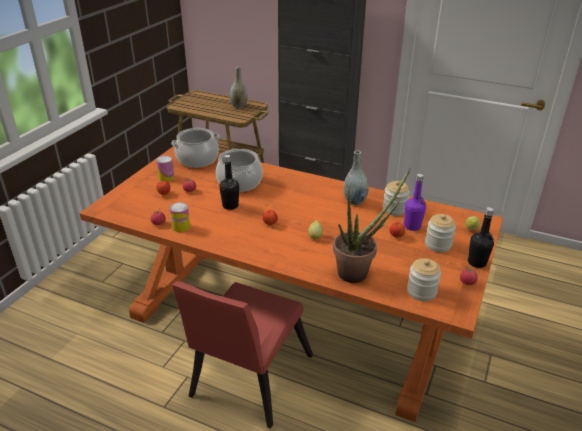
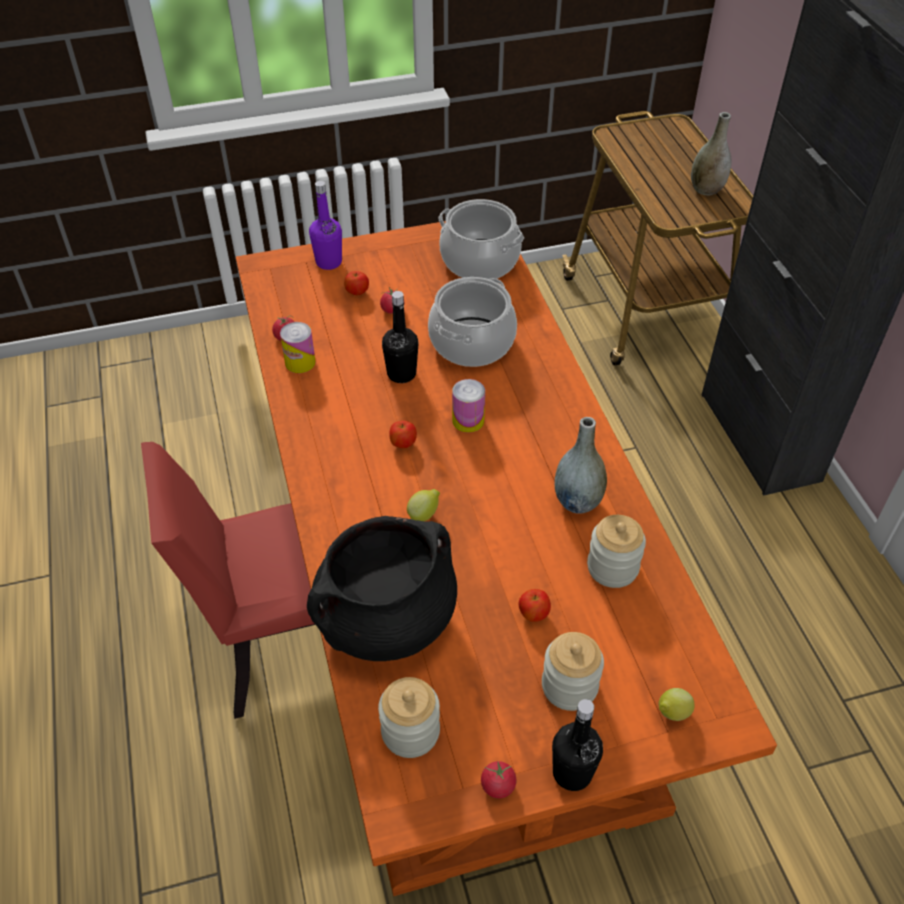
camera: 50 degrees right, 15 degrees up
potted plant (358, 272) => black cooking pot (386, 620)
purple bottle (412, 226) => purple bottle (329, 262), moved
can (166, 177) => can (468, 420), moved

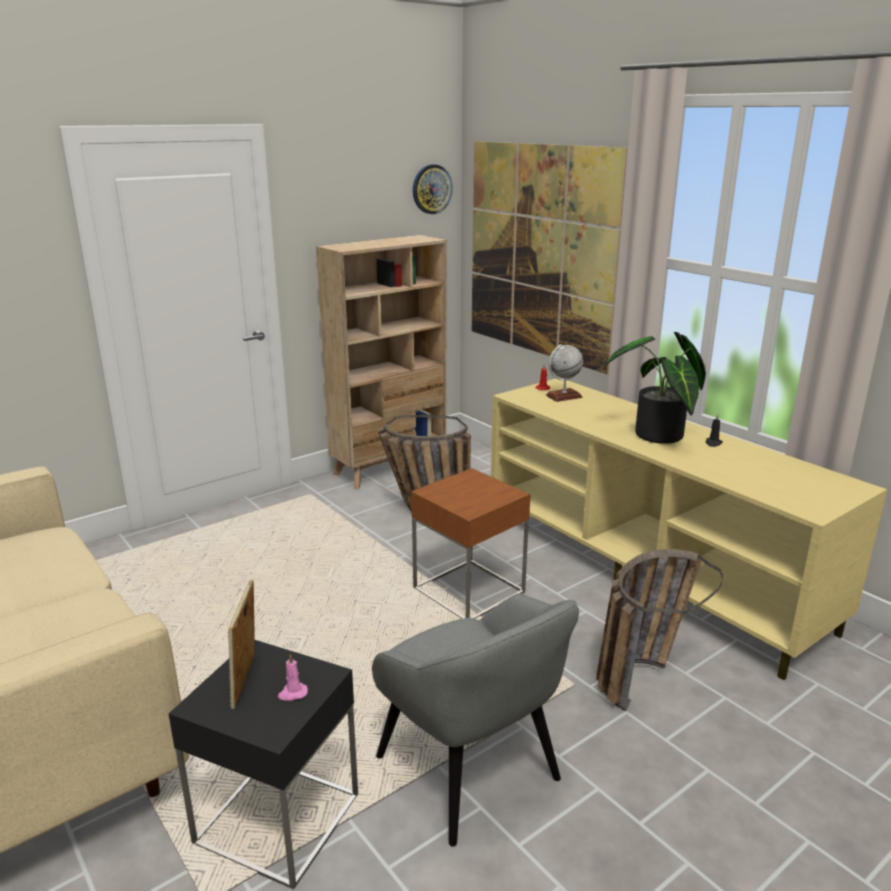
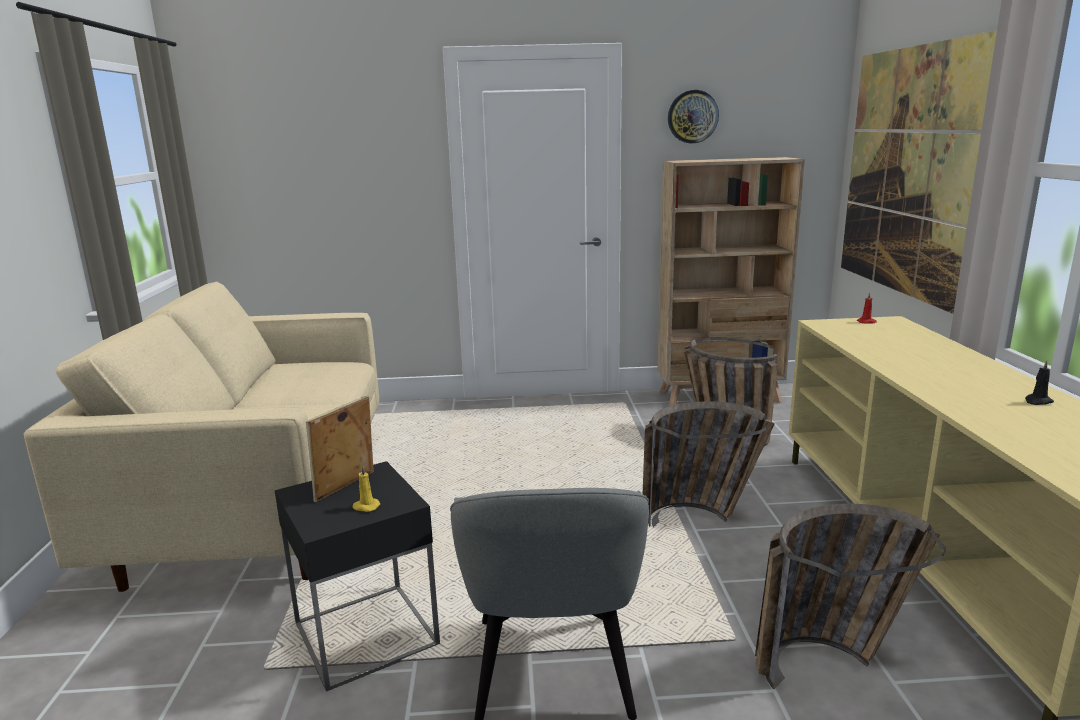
camera: 35 degrees right, 5 degrees down
pink candle (292, 693) => yellow candle (365, 507)
brown side table (469, 590) => basket (701, 517)
wall clock (431, 189) => wall clock (692, 116), moved
globe (563, 396) => nothing
potted plant (657, 437) => nothing

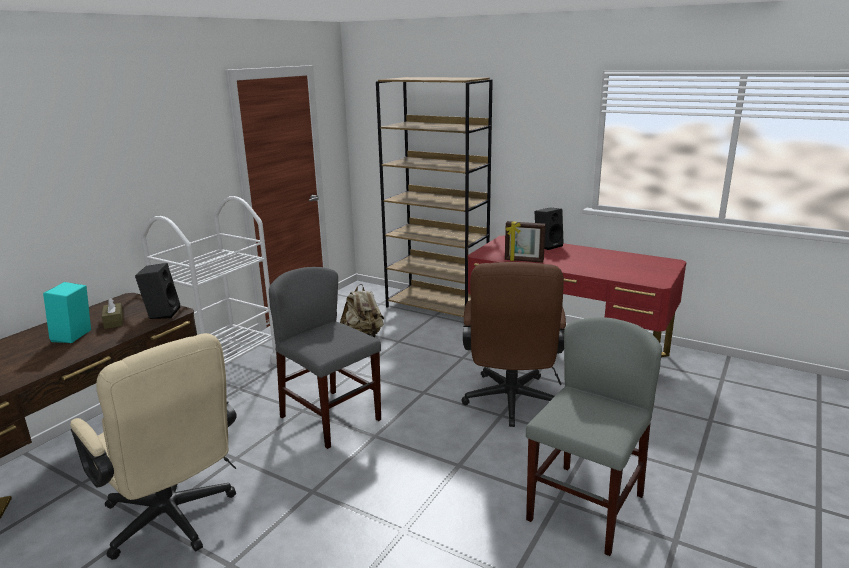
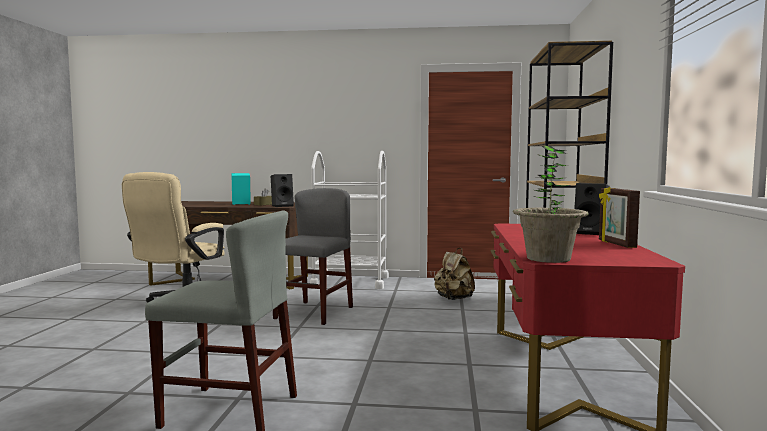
camera: 65 degrees right, 15 degrees down
nothing => potted plant (548, 259)
picture frame (523, 261) => picture frame (616, 244), moved
brown office chair (510, 404) => nothing

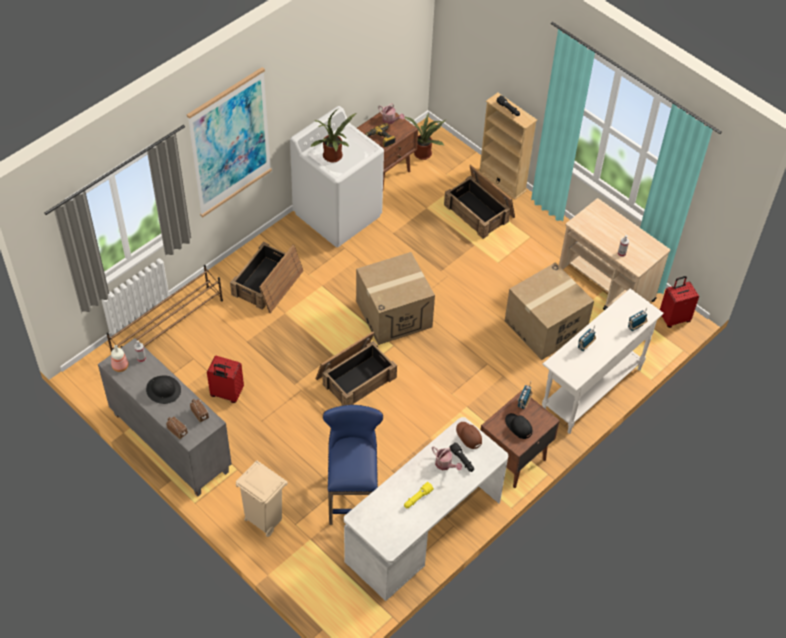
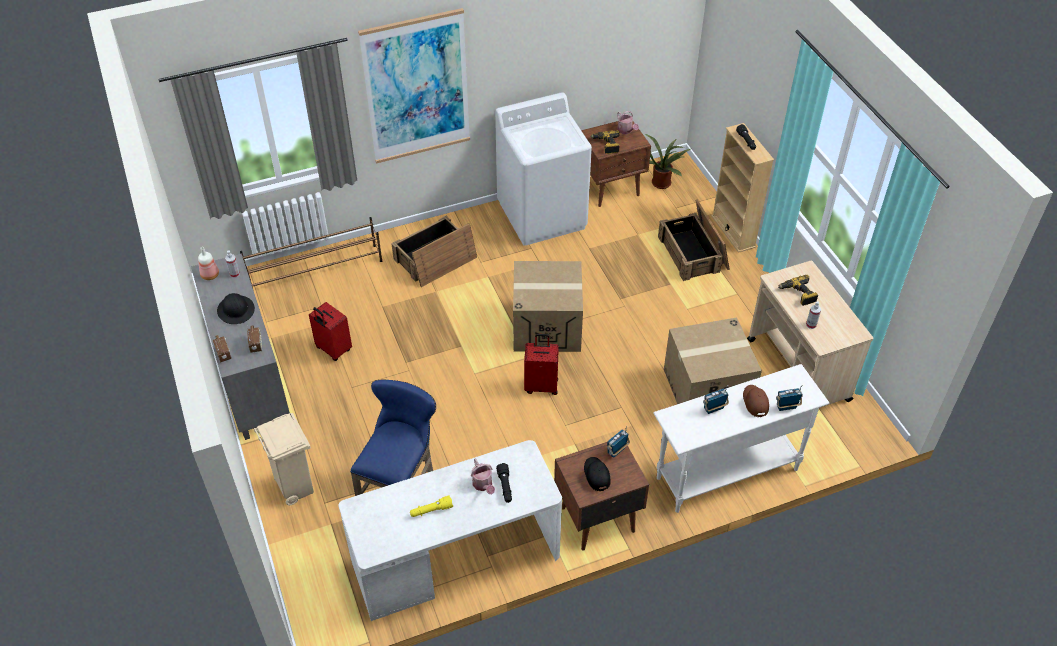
camera: 25 degrees right, 5 degrees down
red suitcase (674, 318) => red suitcase (541, 385), moved
brown cap (468, 436) => brown cap (755, 402), moved
nothing => power drill (798, 294)
potted plant (333, 157) => nothing
crate (356, 377) => nothing

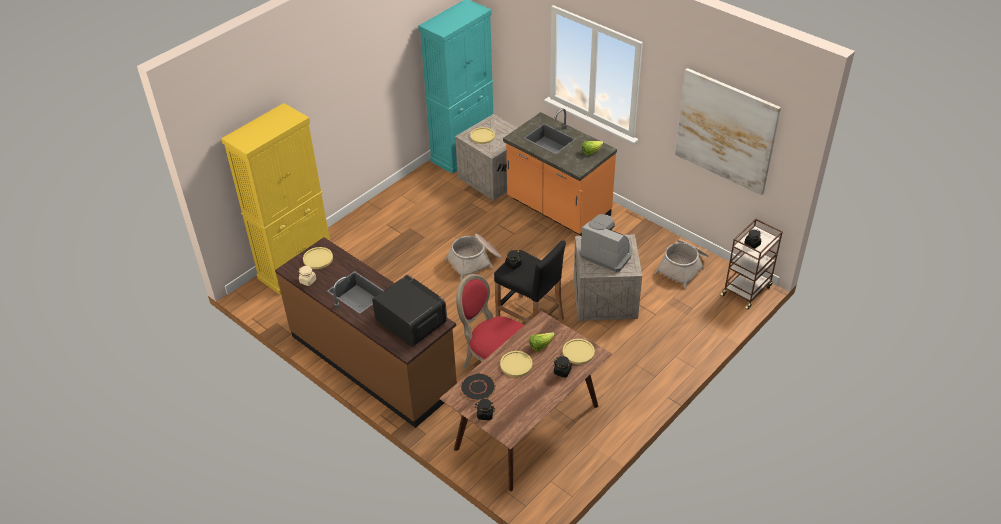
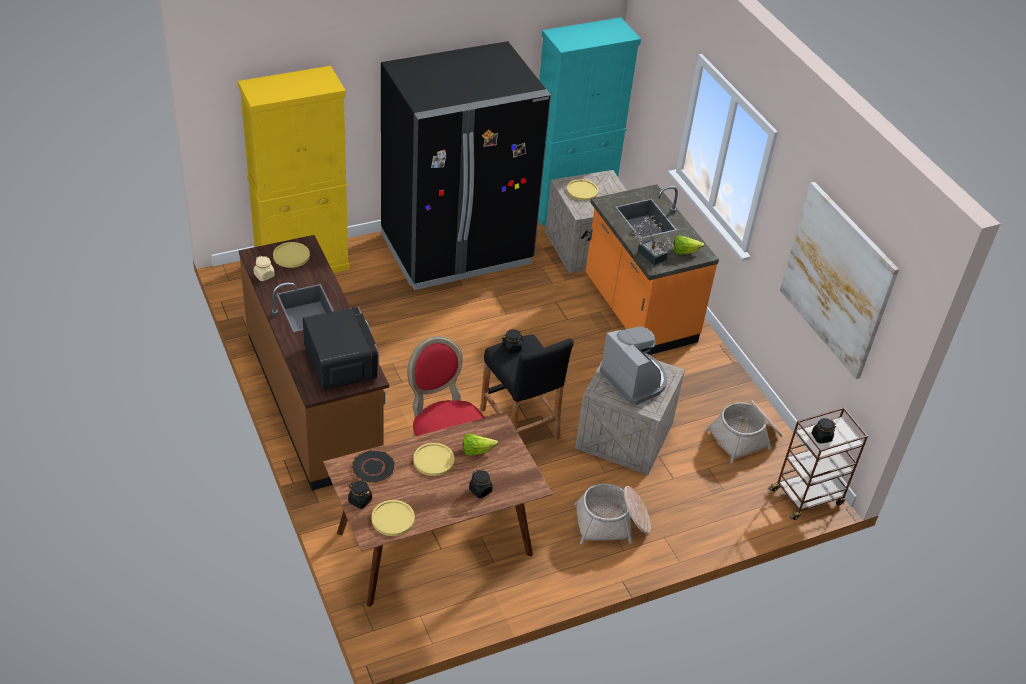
camera: 20 degrees right, 0 degrees up
yellow plate (578, 352) => yellow plate (393, 518), moved
nothing => black fridge (457, 250)
basket (474, 261) => basket (612, 523), moved
nothing => potted plant (650, 253)

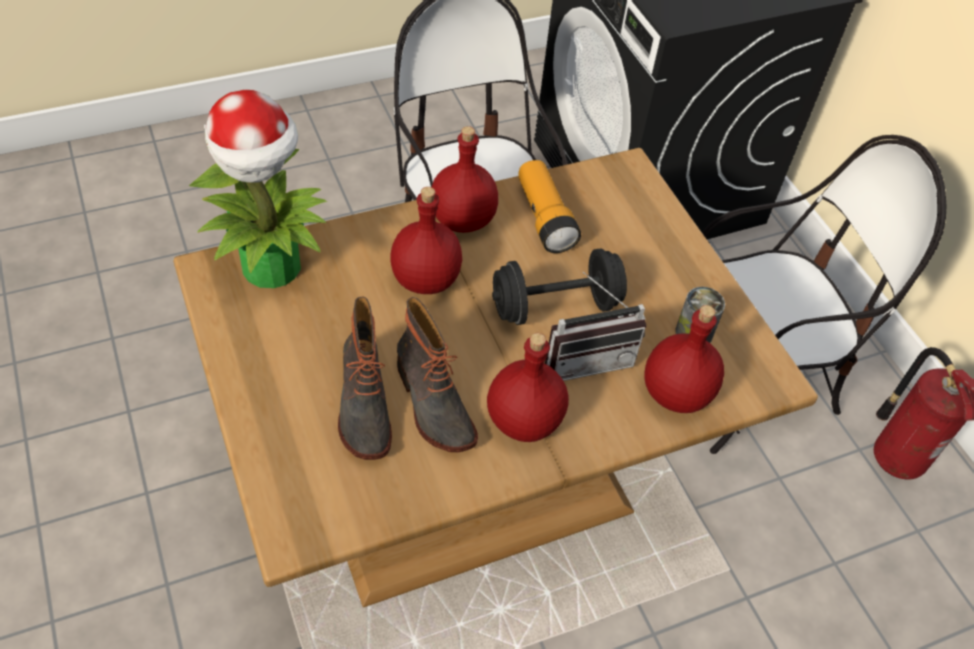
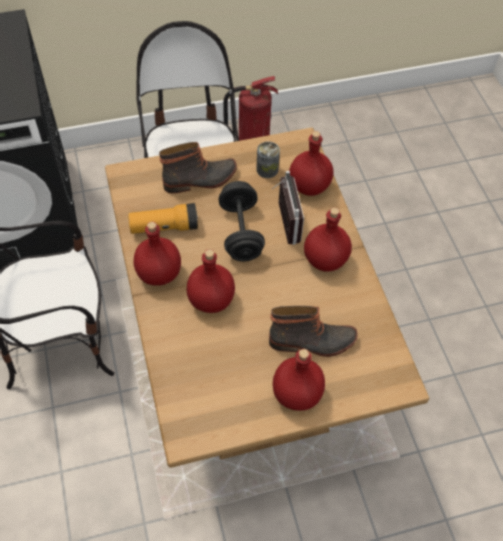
camera: 80 degrees left, 5 degrees up
boot (432, 404) => boot (200, 180), moved
nothing => red bottle (296, 394)
potted plant (273, 267) => nothing

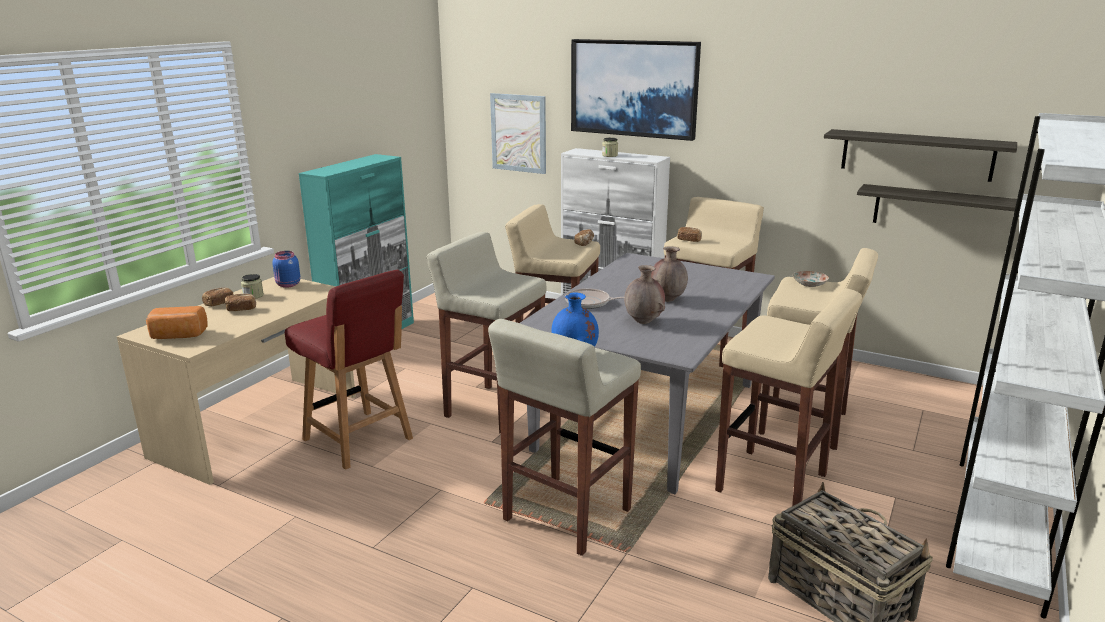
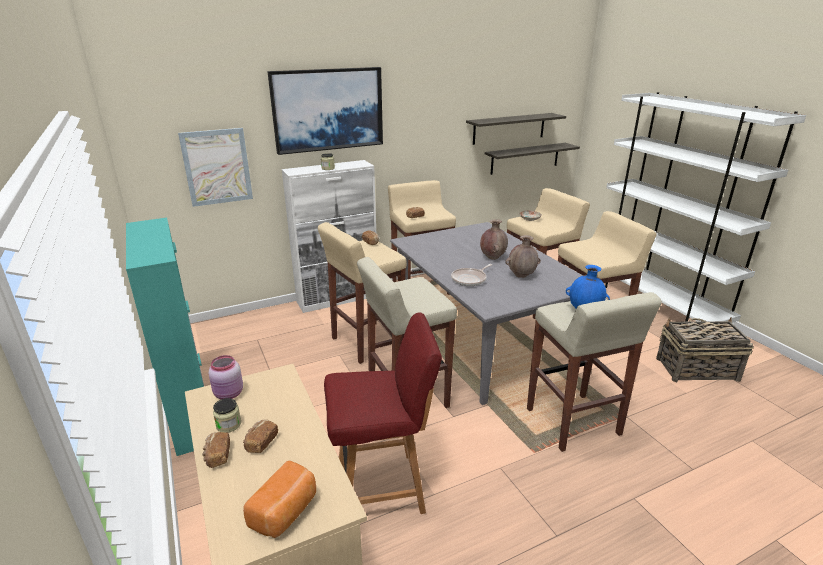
camera: 55 degrees left, 5 degrees up
blue jar (288, 285) => pink jar (229, 394)

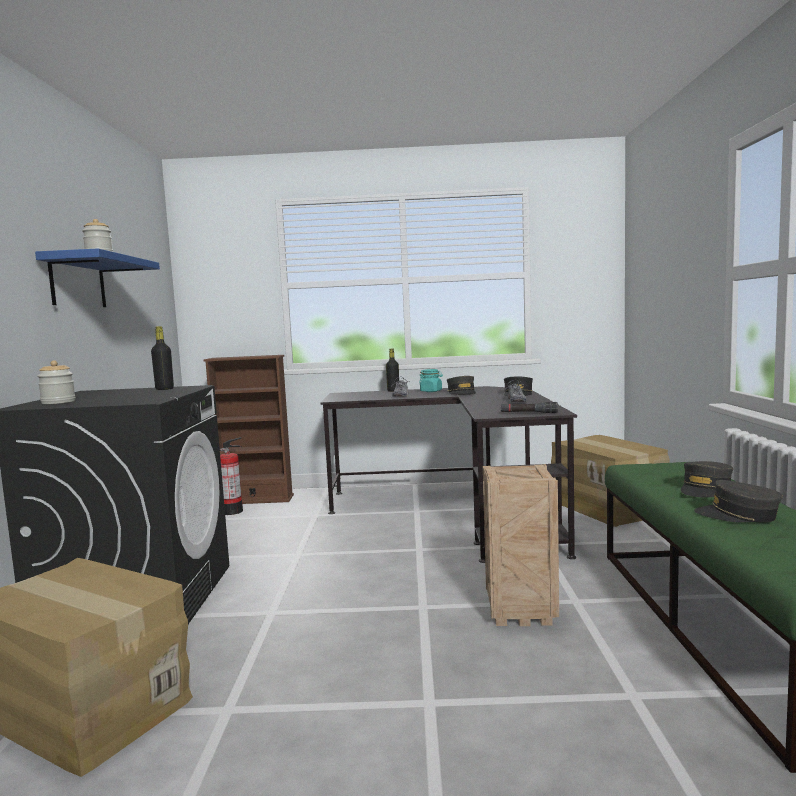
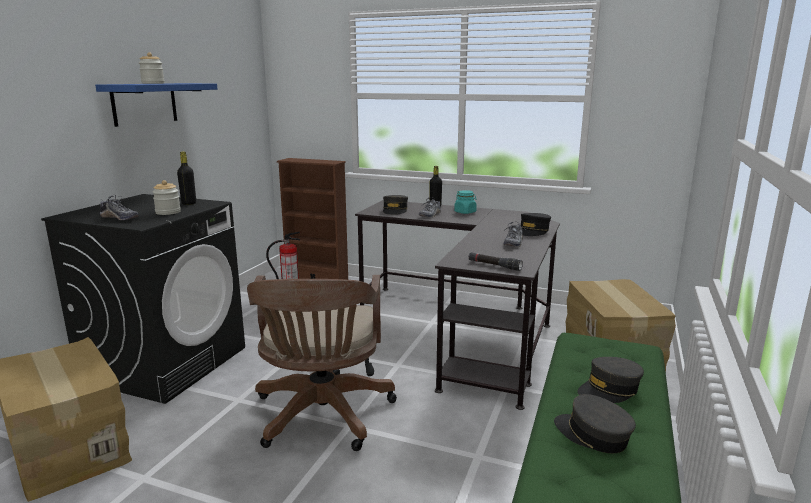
camera: 20 degrees right, 10 degrees up
nothing => shoe (120, 218)
jar (58, 402) => jar (168, 212), moved
nothing => brown office chair (322, 417)
grey cap (462, 393) => grey cap (395, 210), moved
crate (522, 611) => nothing

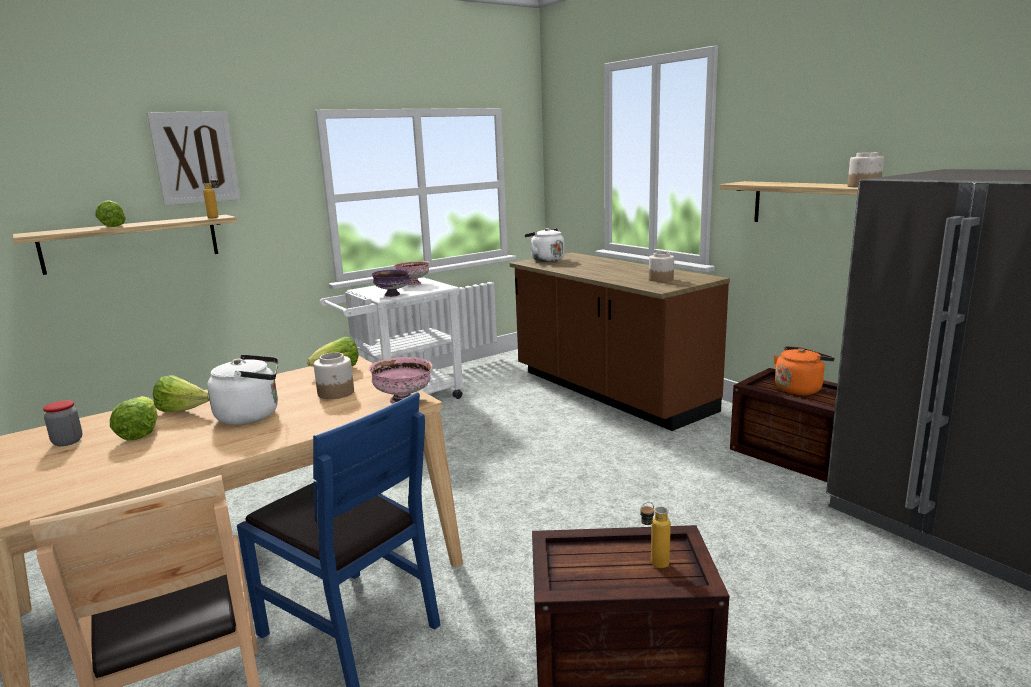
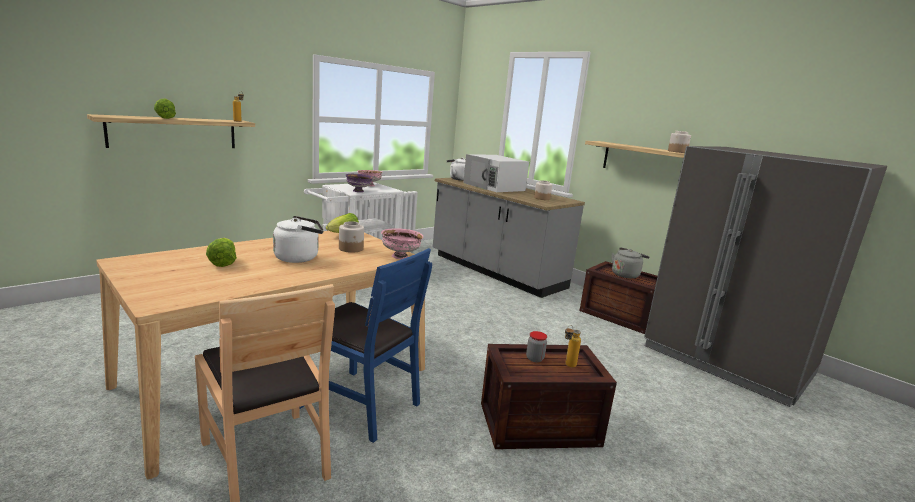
camera: 10 degrees left, 0 degrees up
brown counter (609, 392) => grey counter (495, 271)
nothing => white microwave (494, 187)
jar (67, 442) => jar (534, 358), moved
orange kettle (799, 389) => grey kettle (626, 274)
picture (195, 158) => nothing
lettuce (183, 411) => nothing

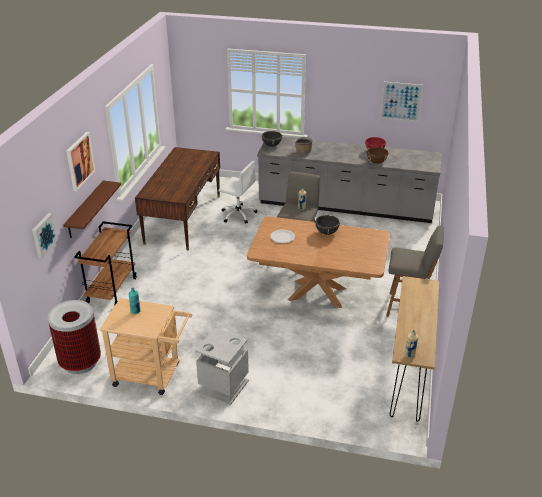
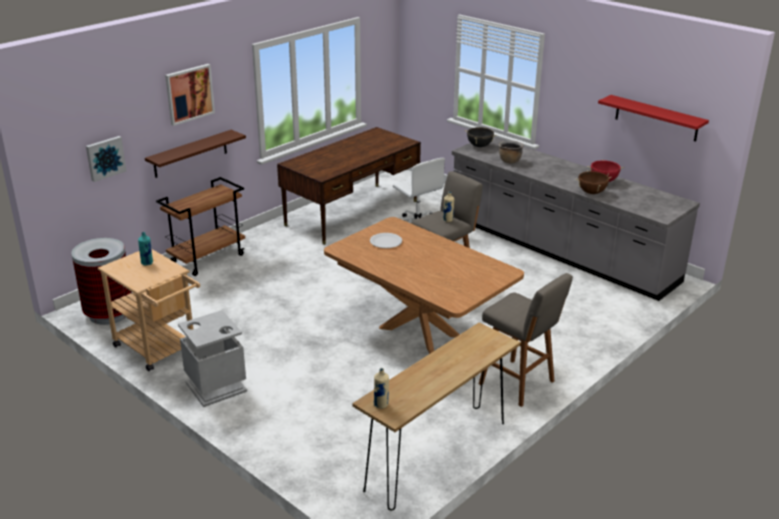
camera: 30 degrees right, 5 degrees down
picture (401, 101) => red shelf (656, 118)
black cooking pot (326, 232) => nothing

